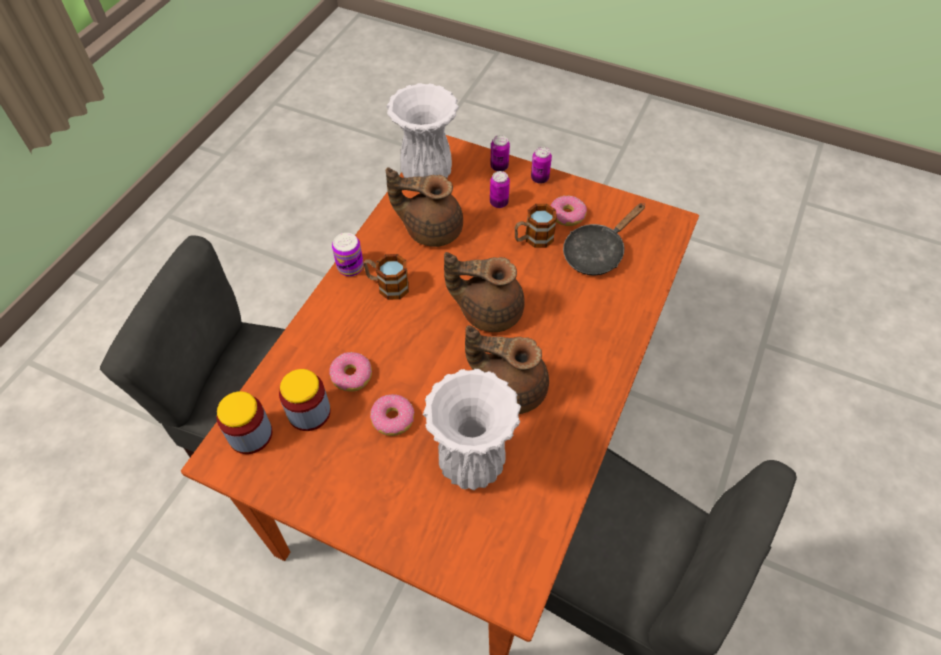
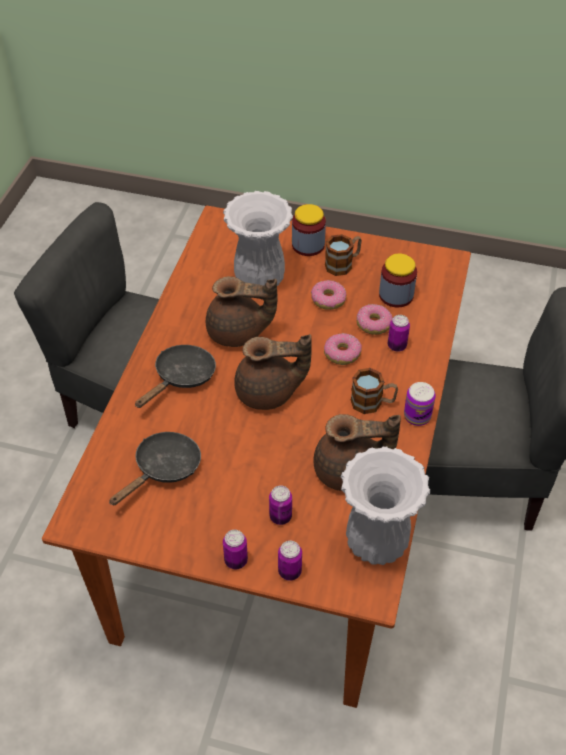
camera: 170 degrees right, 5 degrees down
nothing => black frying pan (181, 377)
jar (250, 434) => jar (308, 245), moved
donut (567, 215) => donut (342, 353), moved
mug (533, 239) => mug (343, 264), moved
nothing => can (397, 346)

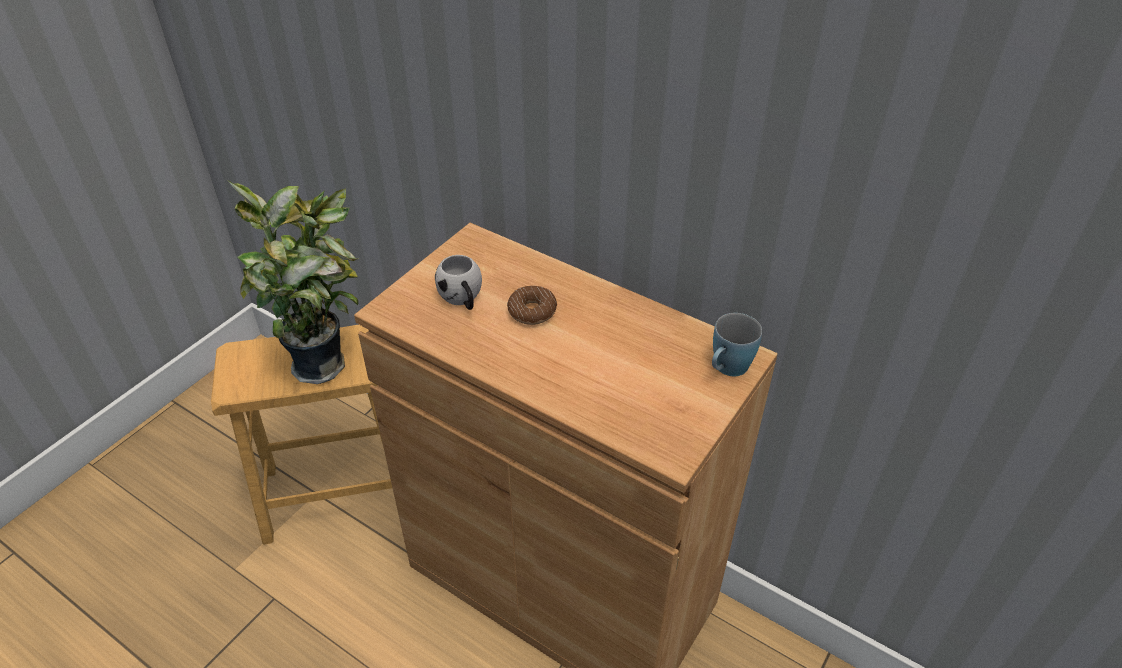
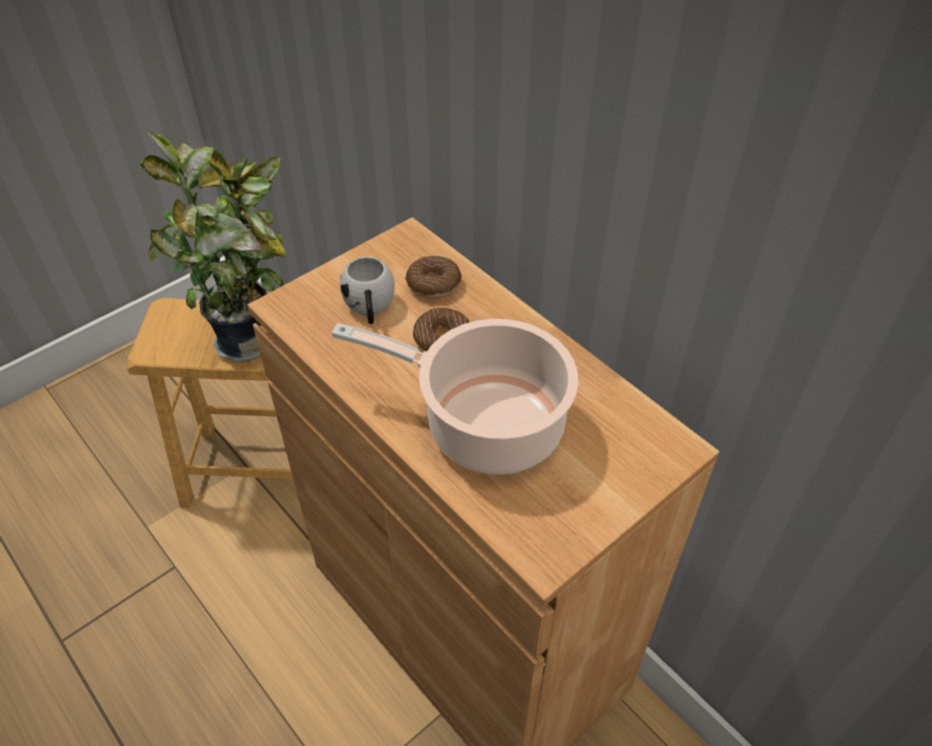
camera: 15 degrees right, 5 degrees up
nothing => cooking pot (485, 424)
nothing => donut (433, 284)
blue mug (727, 369) => nothing

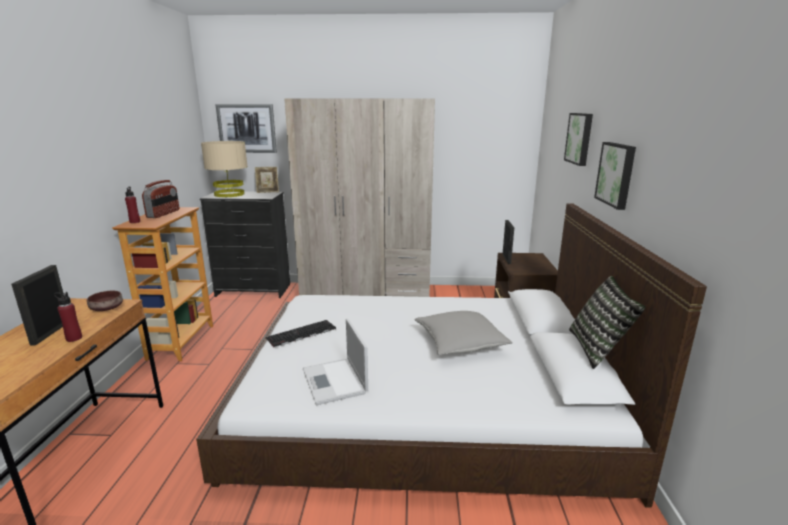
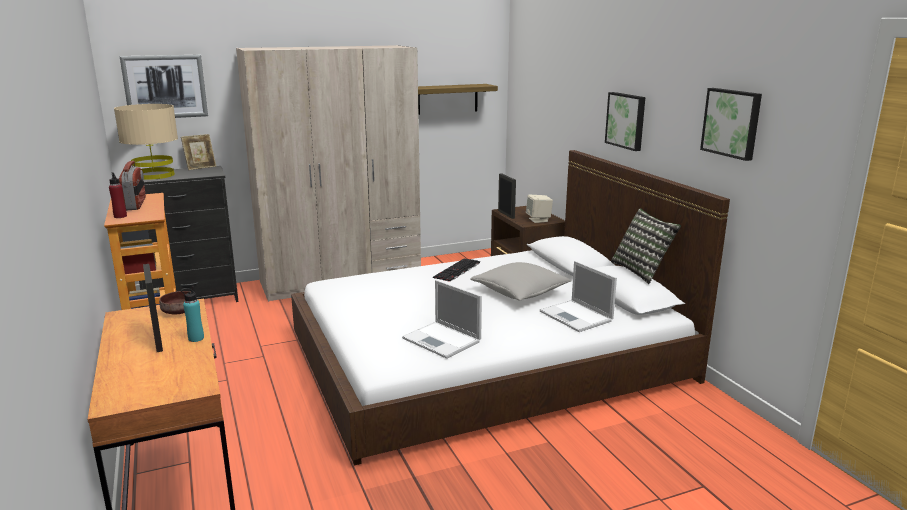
camera: 25 degrees left, 0 degrees up
red bottle (74, 338) => turquoise bottle (196, 338)
nothing => shelf (447, 99)
keyboard (301, 334) => keyboard (457, 270), moved
nothing => beige speaker (538, 220)
nothing => laptop (577, 316)
picture (580, 138) => picture (732, 123), moved

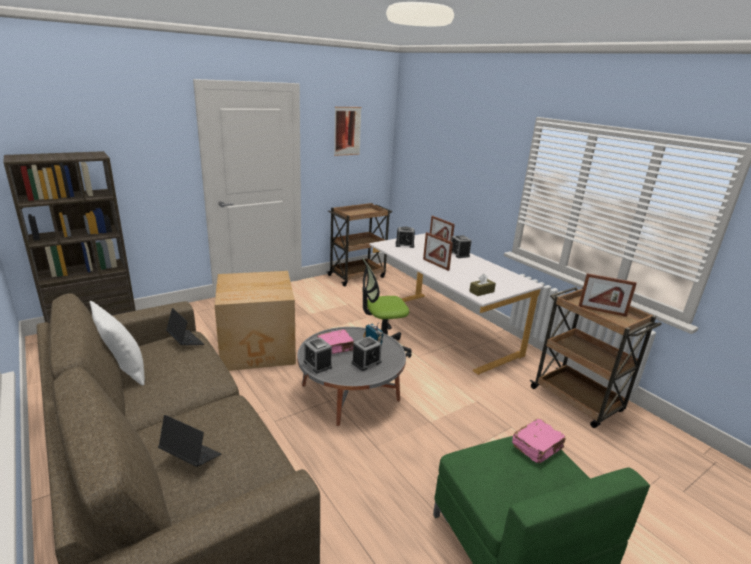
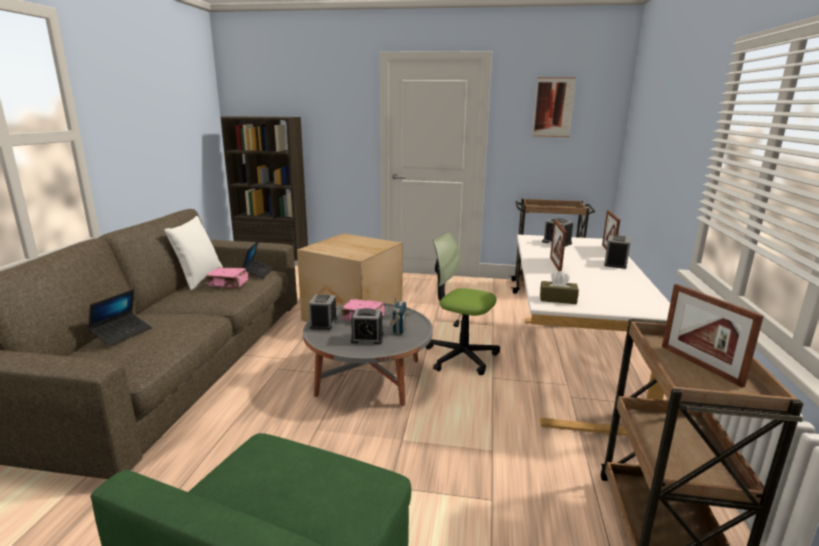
camera: 45 degrees right, 5 degrees down
laptop (190, 455) => laptop (122, 333), 45 degrees clockwise
pink book (537, 447) => pink book (228, 284), moved

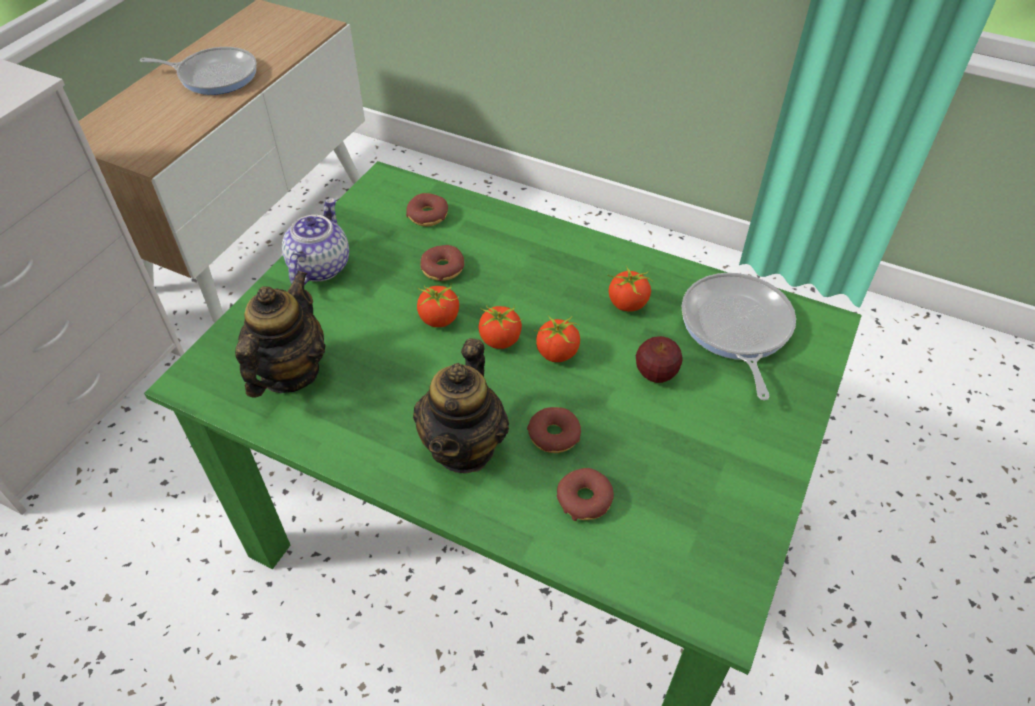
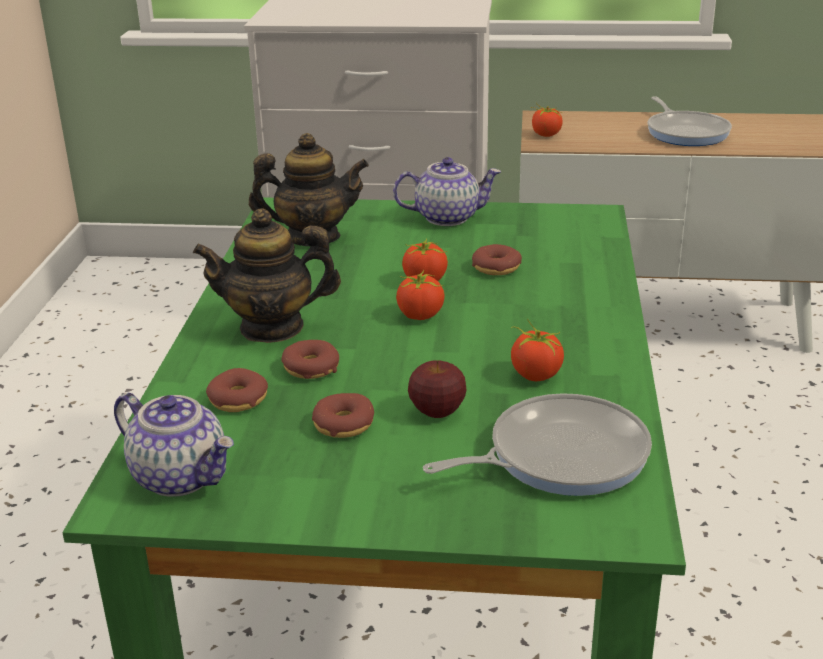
camera: 70 degrees right, 20 degrees down
nothing => teapot (181, 476)
donut (428, 215) => donut (344, 425), moved
tomato (557, 353) => tomato (546, 135), moved

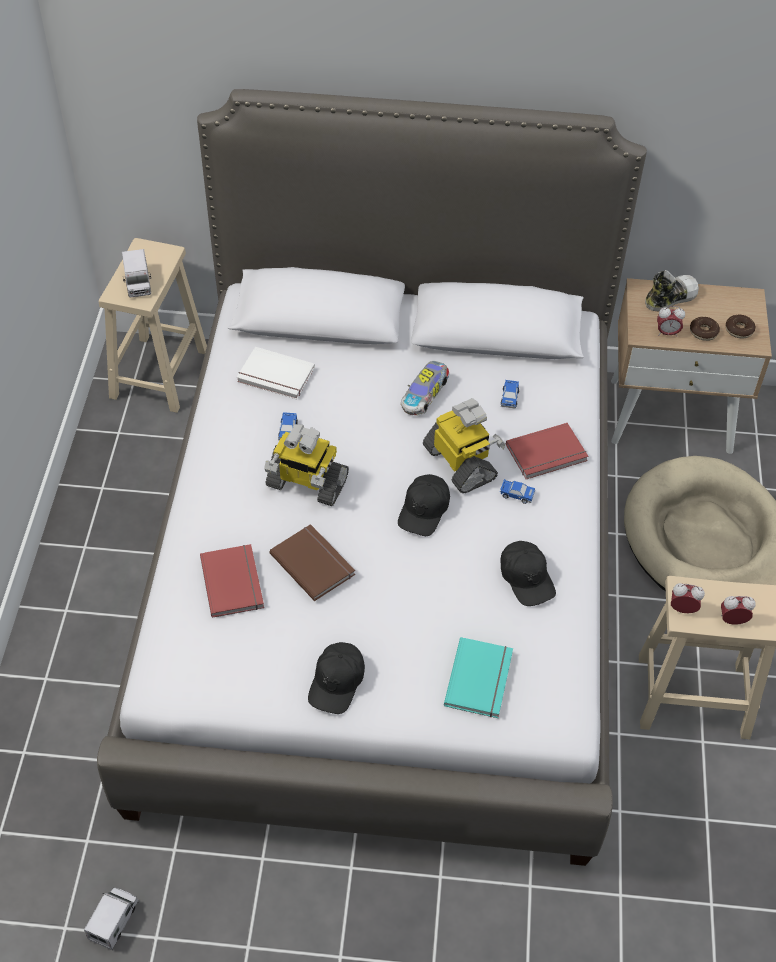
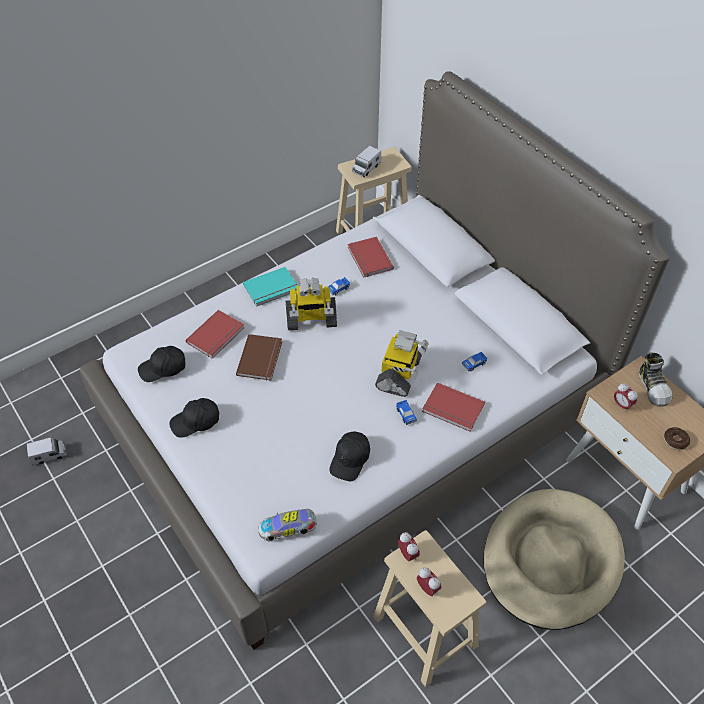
camera: 50 degrees right, 0 degrees up
black cap (424, 510) => black cap (163, 368), moved
turquoise book (481, 679) => turquoise book (272, 289), moved
toy car (425, 395) => toy car (289, 528), moved
toy robot (306, 483) => toy robot (311, 320), 75 degrees counterclockwise
white book (275, 376) => red book (368, 259)
shoe (669, 298) => shoe (653, 387), 60 degrees clockwise
donut (703, 332) => nothing

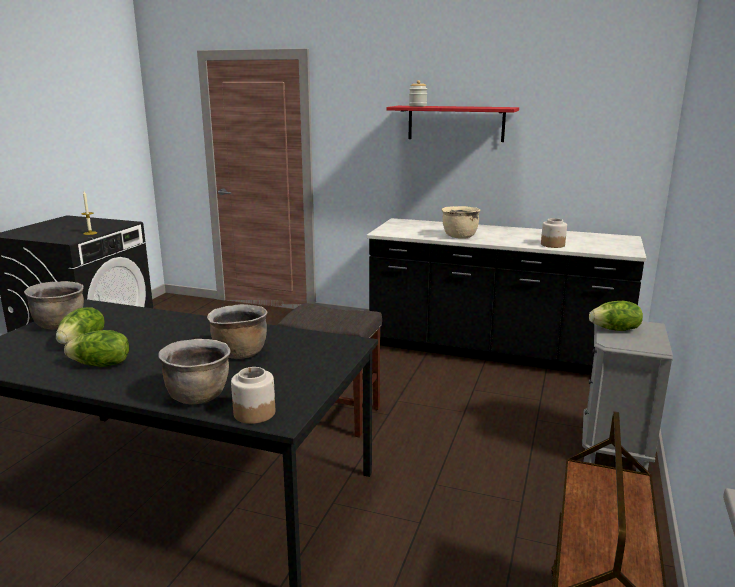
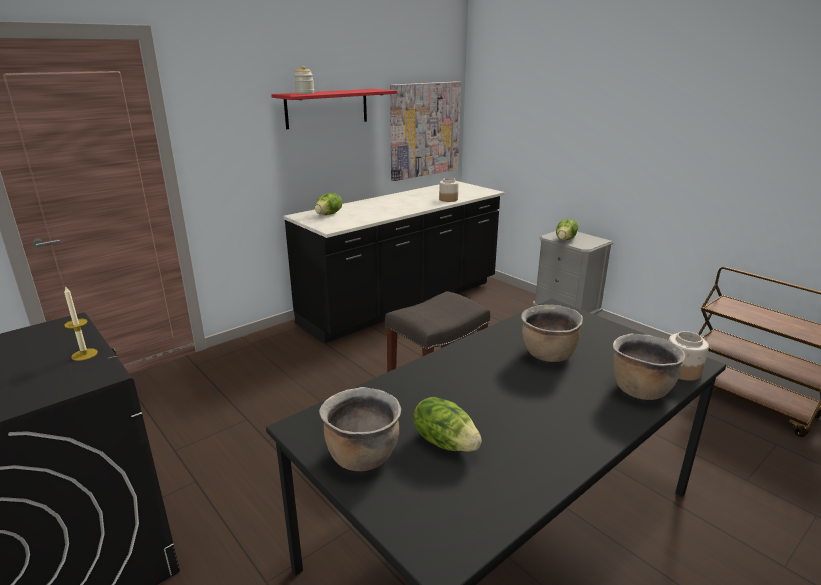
camera: 60 degrees left, 5 degrees up
lettuce (101, 365) => lettuce (329, 214), moved
nothing => picture (424, 130)
beige cooking pot (459, 236) => nothing

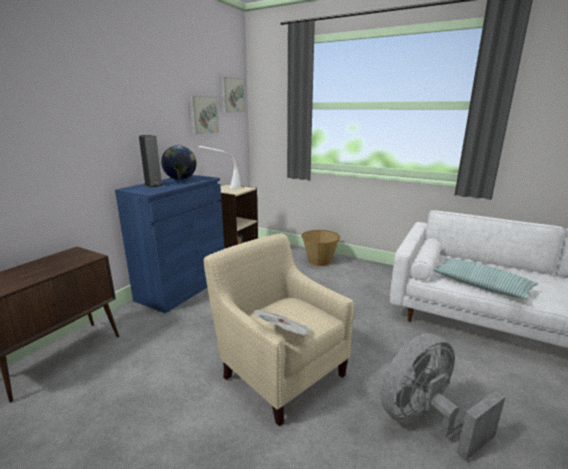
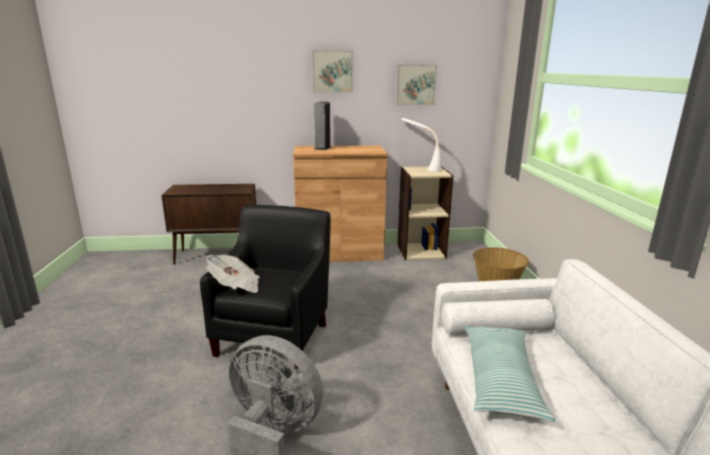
camera: 55 degrees right, 0 degrees up
beige armchair (280, 370) => black armchair (276, 335)
blue cabinet (182, 287) => brown cabinet (339, 253)
picture (231, 95) => picture (332, 71), moved
globe (180, 179) => nothing

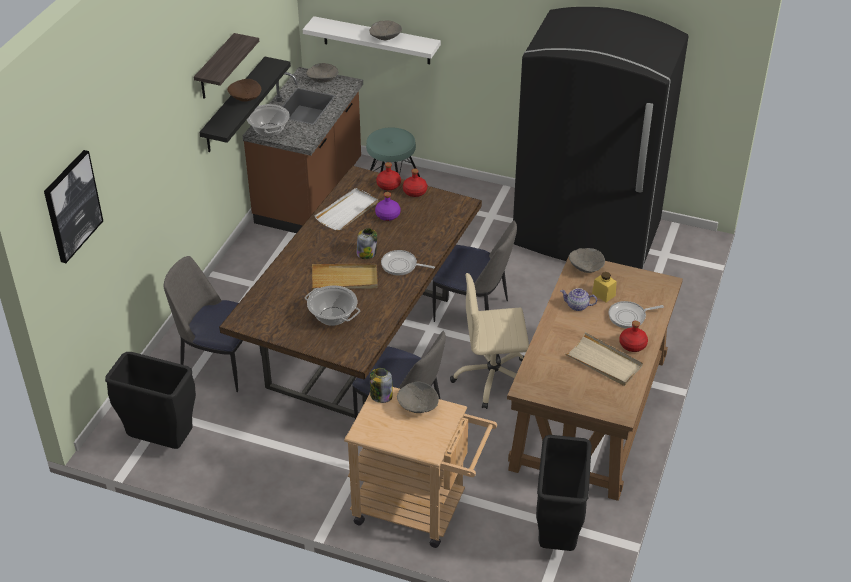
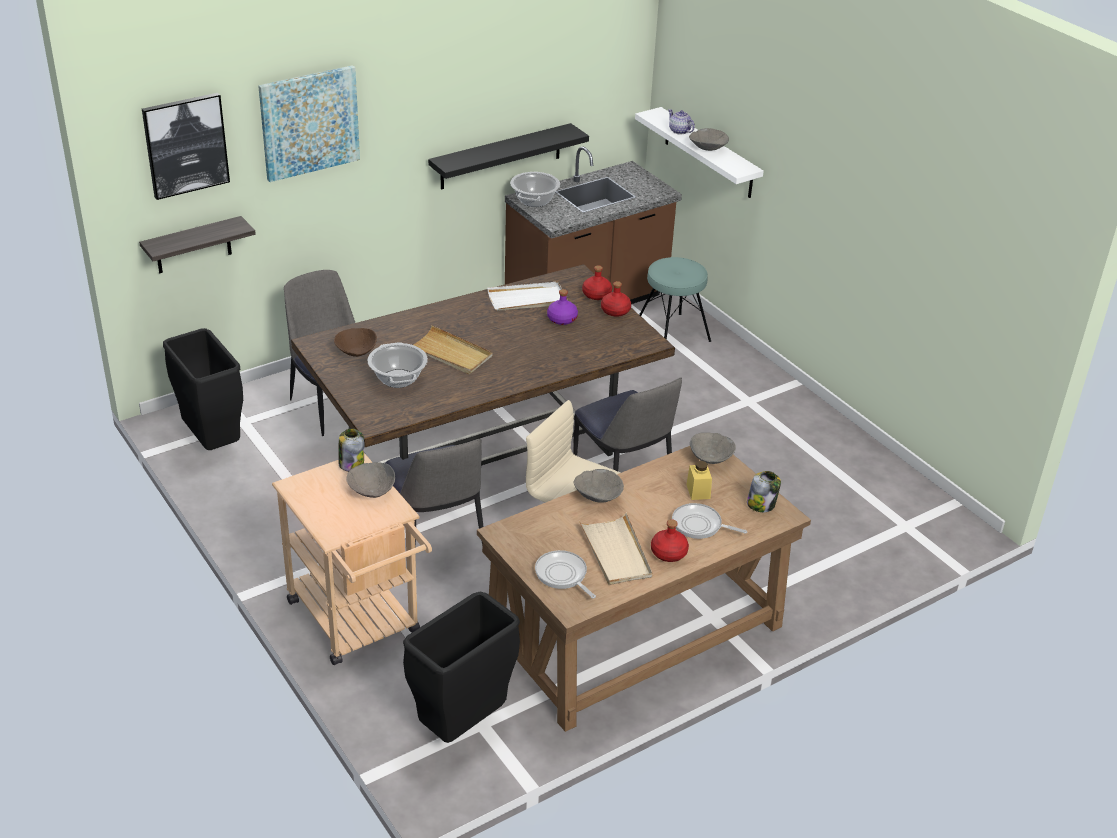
camera: 35 degrees right, 5 degrees down
shelf (215, 68) => shelf (193, 245), moved
nothing => picture (309, 122)
brown bowl (245, 98) => brown bowl (356, 352), moved
frying pan (401, 265) => frying pan (562, 575), moved
grey bowl (322, 80) => grey bowl (597, 496), moved
teapot (577, 306) => teapot (679, 131), moved
jar (366, 253) => jar (761, 504), moved
black fridge (586, 235) => nothing

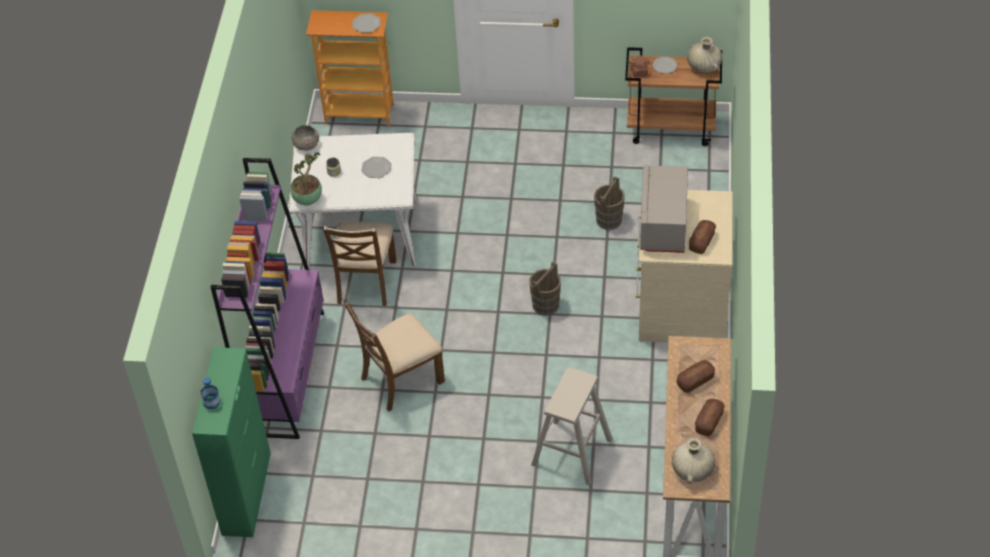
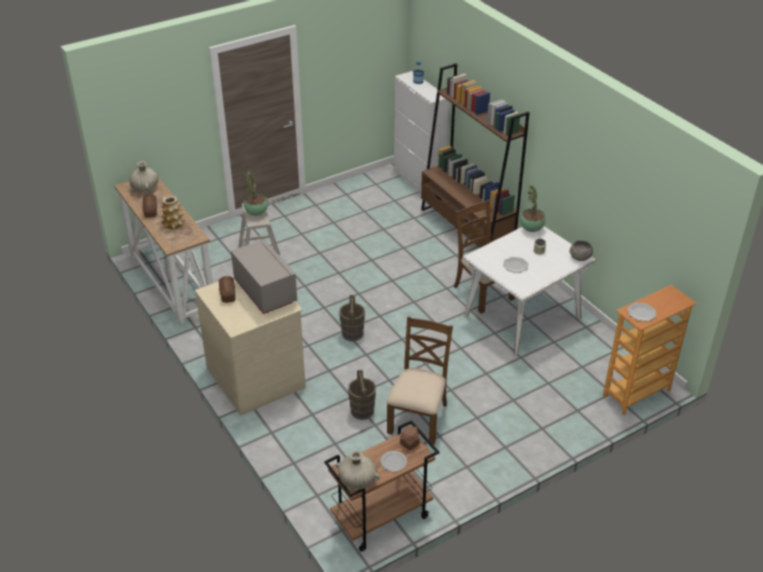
camera: 140 degrees right, 10 degrees down
bread (695, 381) => vase (174, 224)
nothing => potted plant (256, 213)
brown chair (401, 379) => brown chair (418, 418), moved
green cabinet (246, 493) => white cabinet (418, 181)
purple bookcase (287, 372) => brown bookcase (466, 231)

